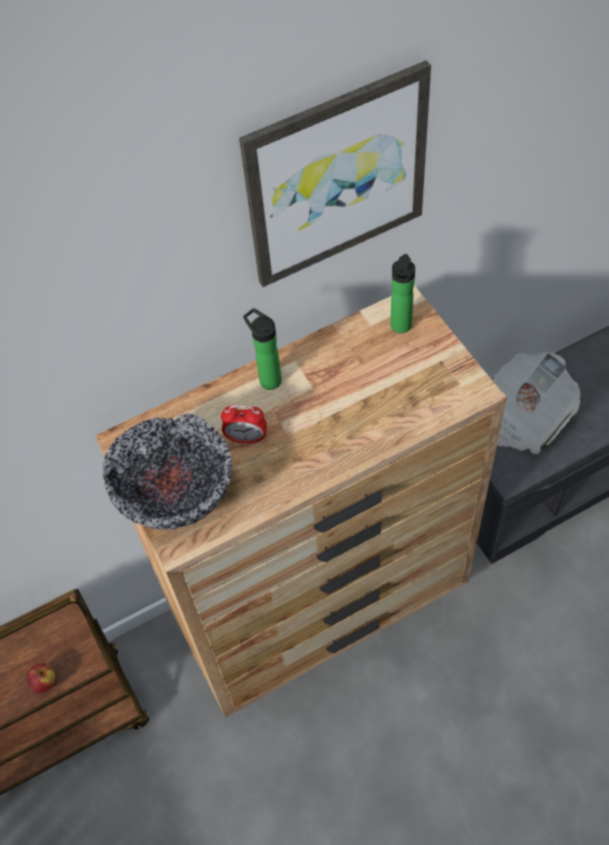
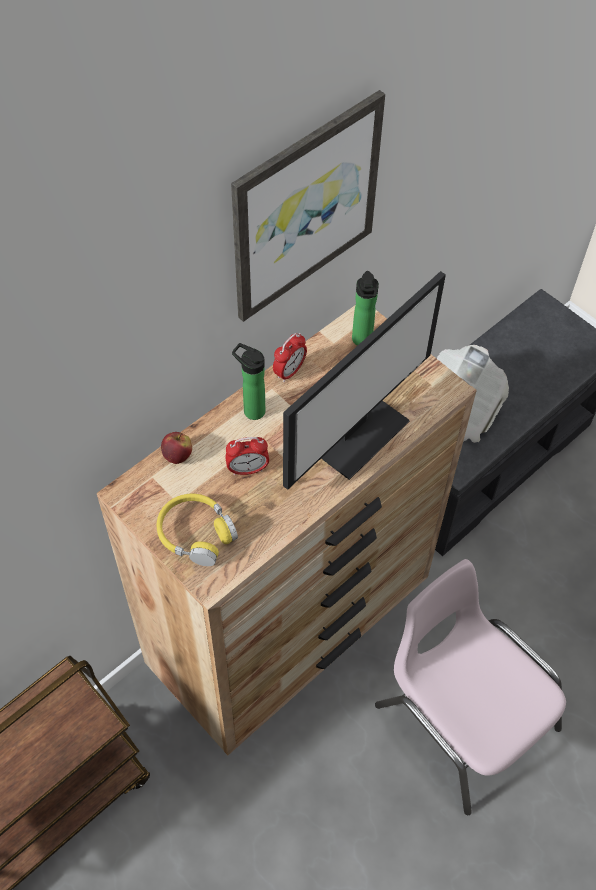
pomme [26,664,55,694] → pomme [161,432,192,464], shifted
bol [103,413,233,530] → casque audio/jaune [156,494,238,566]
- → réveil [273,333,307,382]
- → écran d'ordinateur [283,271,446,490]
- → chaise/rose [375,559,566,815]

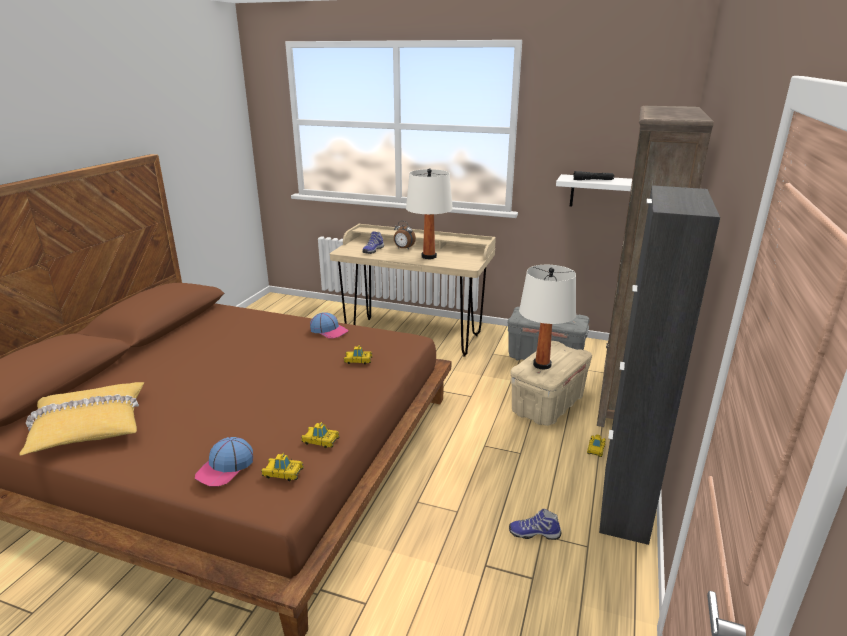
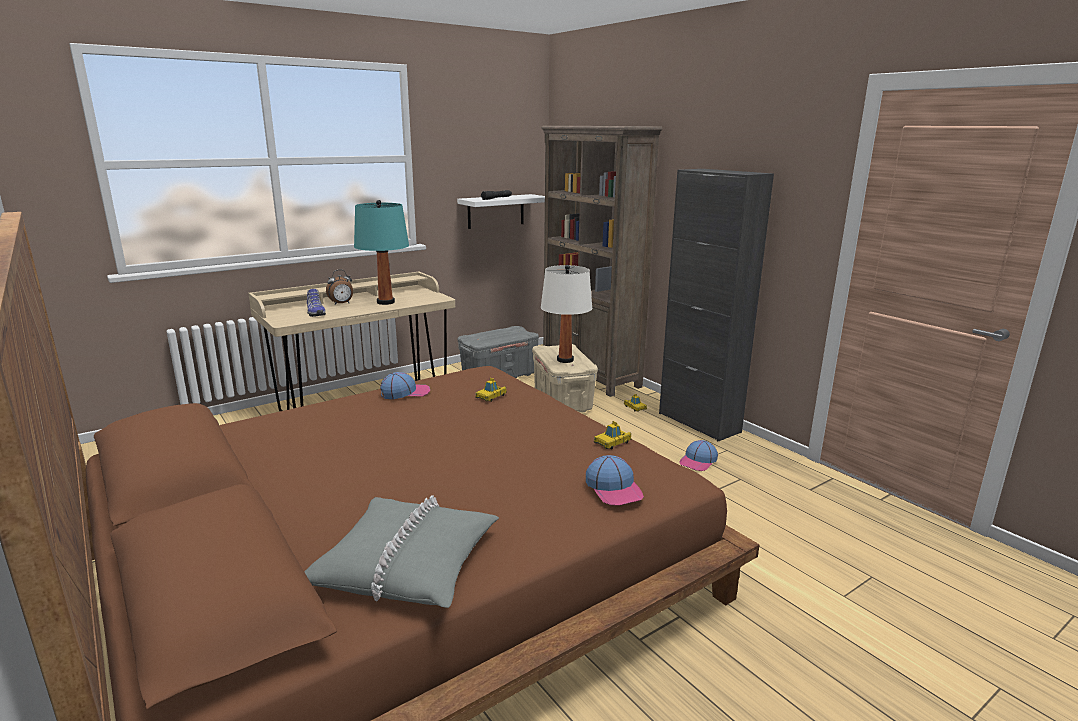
coussin/jaune [20,382,144,455] → coussin/gris [304,496,499,608]
petite voiture [261,453,304,481] → -
lampe de table/blanc [406,168,453,259] → lampe de table/turquoise [354,200,409,305]
chaussure [509,509,561,540] → casquette [679,440,718,471]

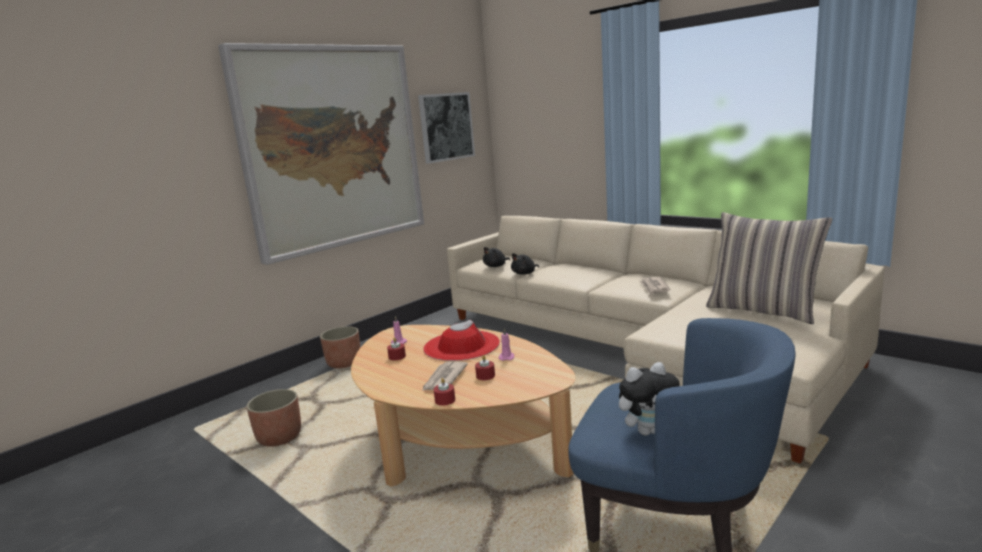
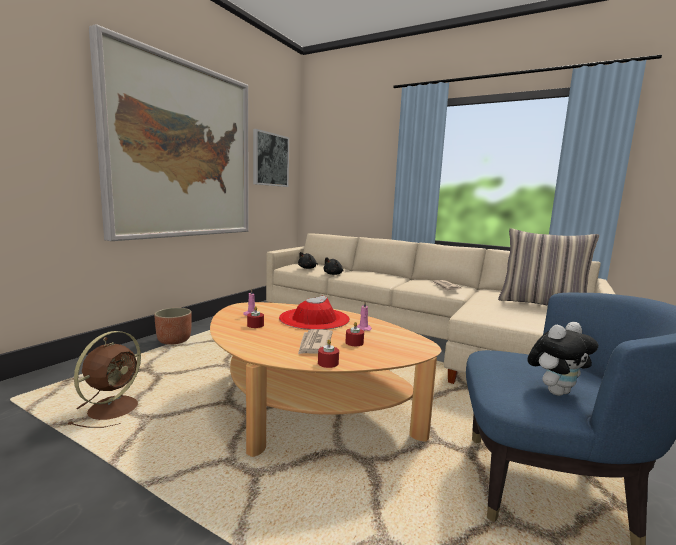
cache-pot [246,389,301,446] → ventilateur/marron [67,331,141,428]

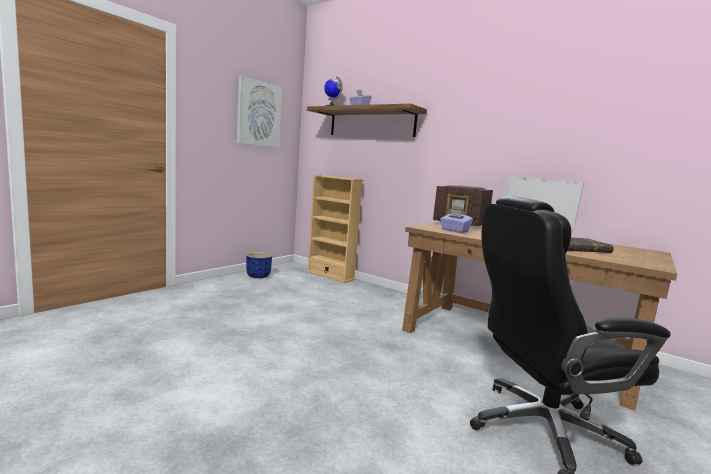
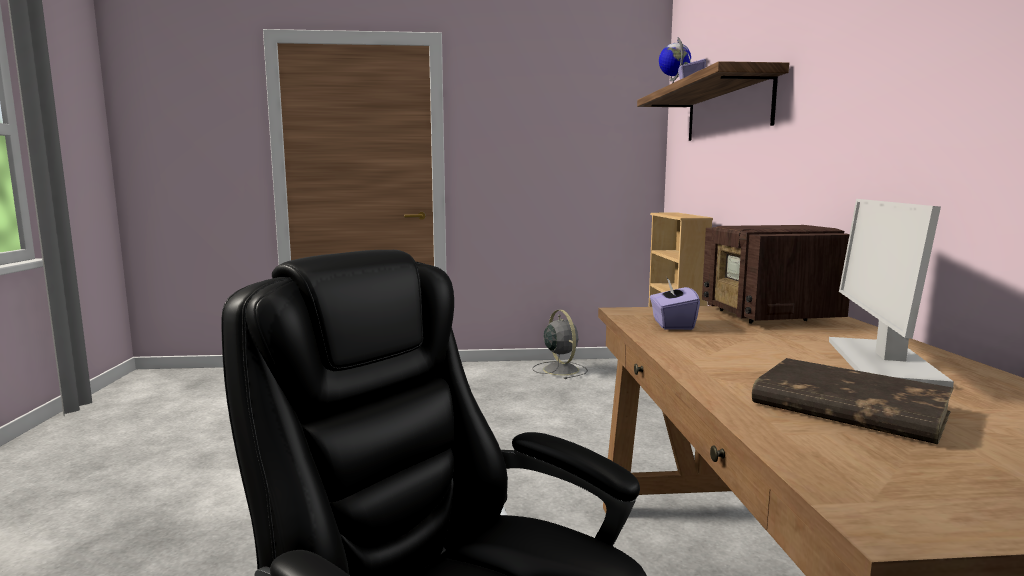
tableau [237,76,282,148] → -
cache-pot/bleu [246,252,272,278] → ventilateur/gris [532,310,588,379]

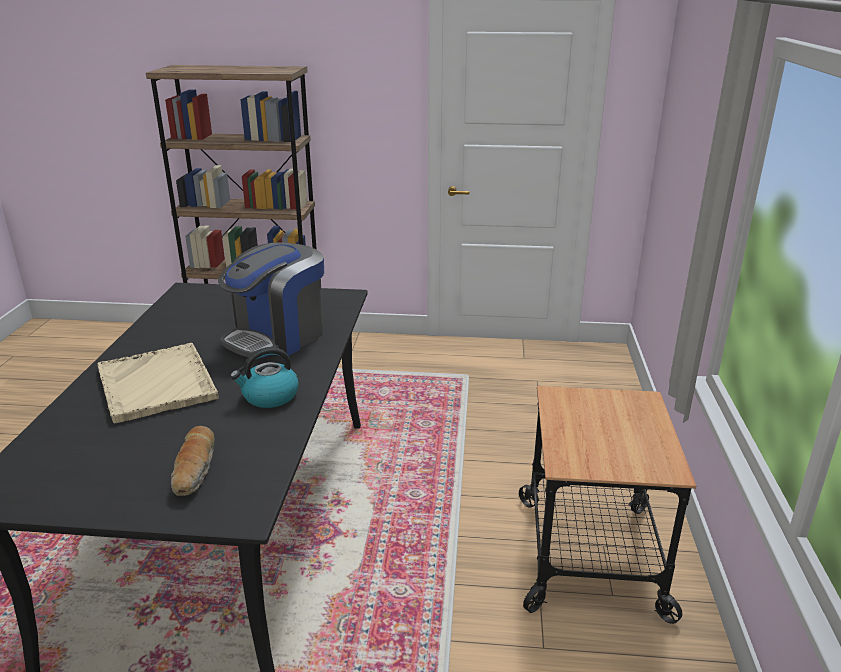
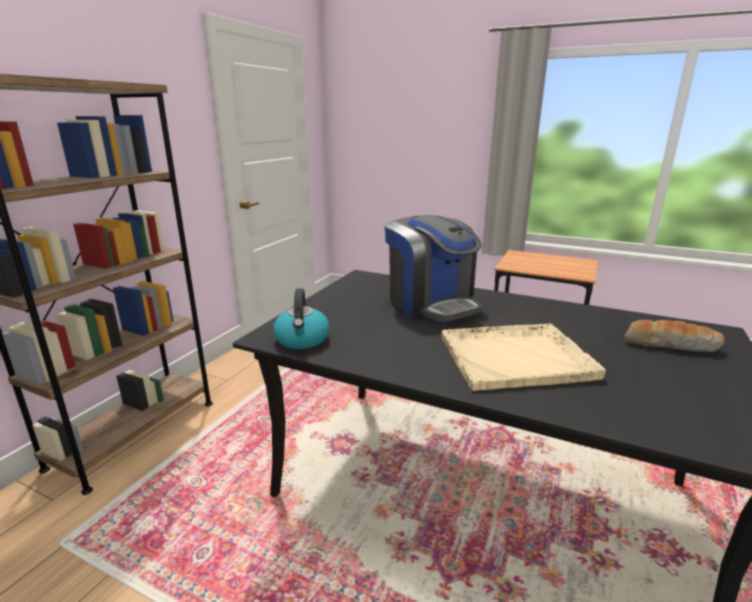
bouilloire [230,347,299,408] → bouilloire [273,289,330,349], shifted

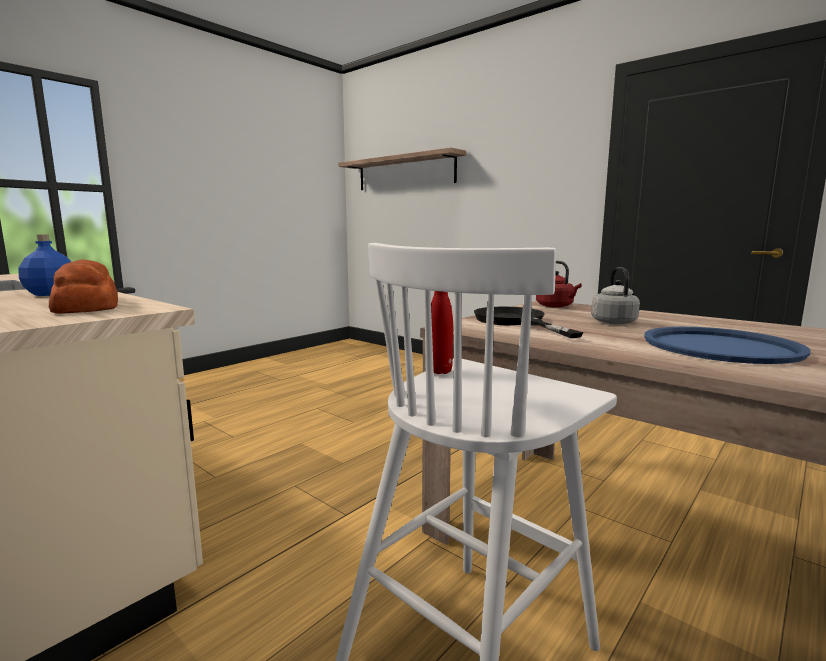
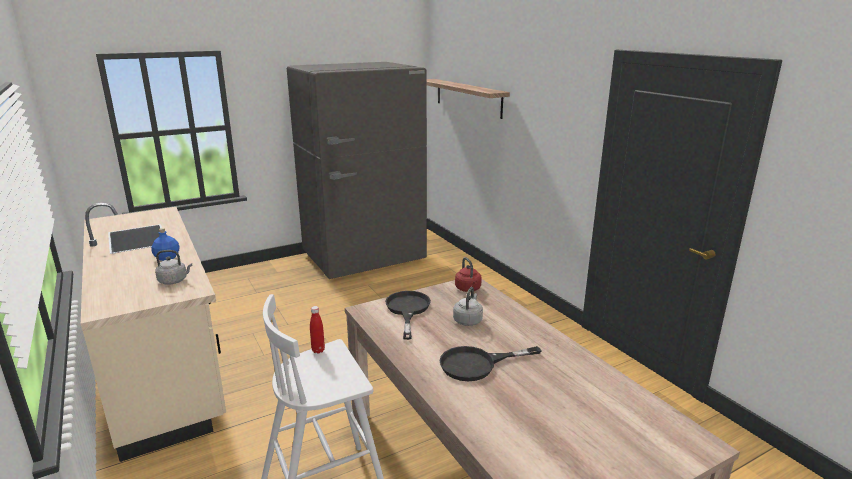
pain [49,259,118,314] → bouilloire/gris [155,250,192,285]
plateau/bleu [644,327,811,364] → poêle/noir [440,346,541,381]
- → réfrigérateur/gris [287,62,427,279]

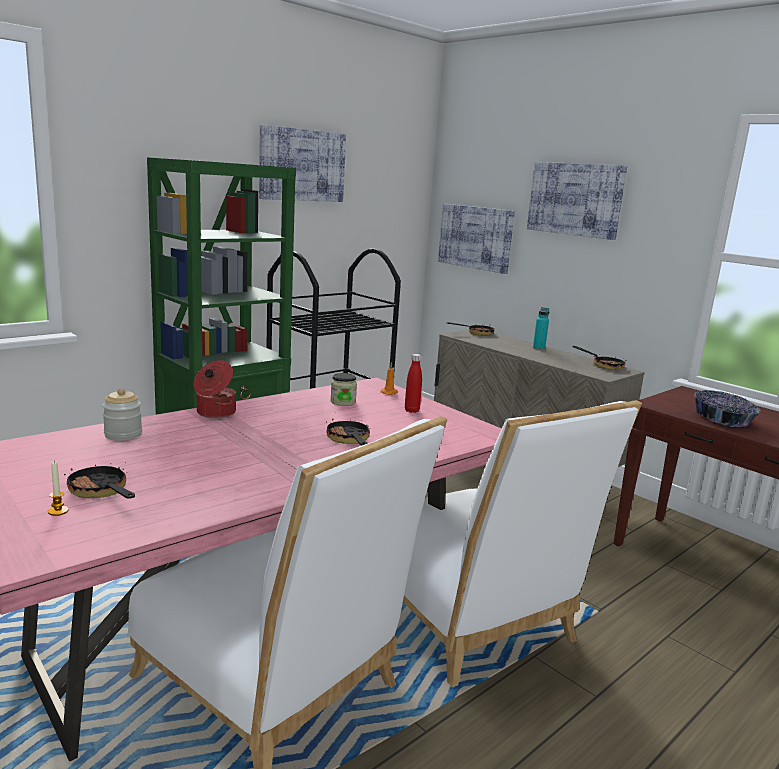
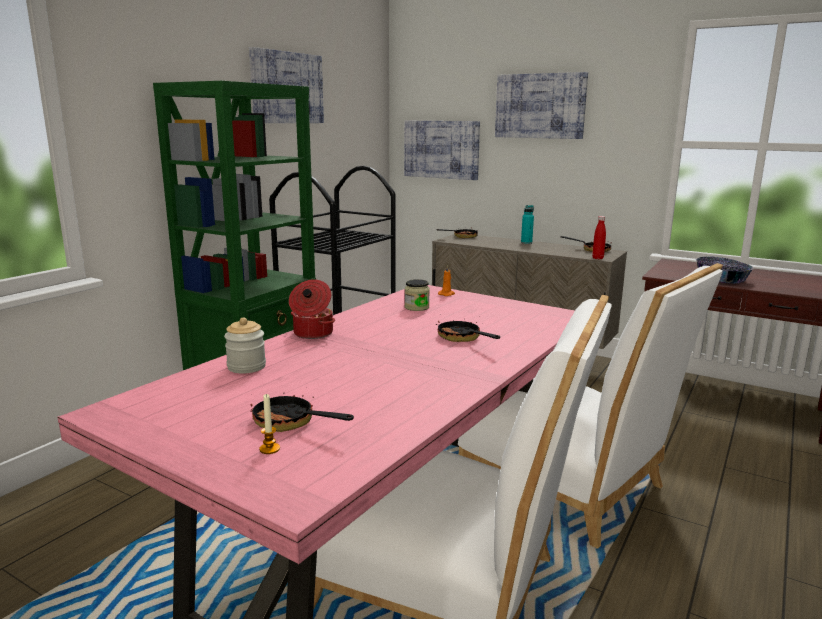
bouteille/rouge [405,354,422,413] → bouteille/rouge [592,216,606,259], shifted

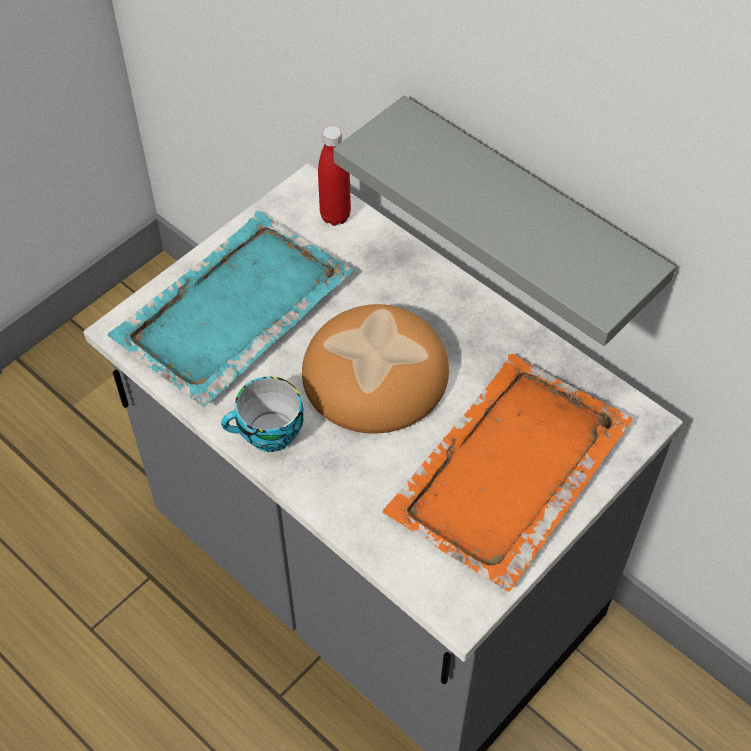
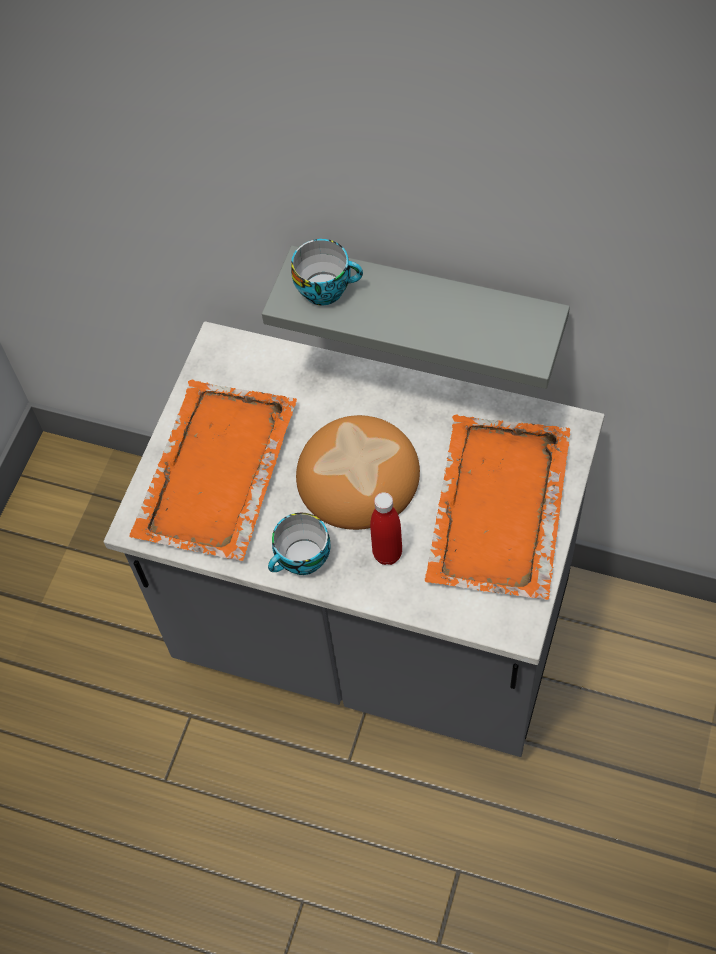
plateau/turquoise [107,211,353,406] → plateau/orange [129,380,297,561]
bouteille/rouge [318,126,351,226] → bouteille/rouge [370,492,402,565], shifted
- → tasse [291,239,363,305]

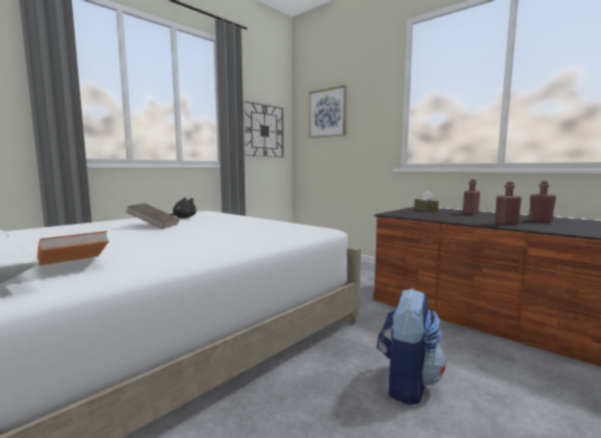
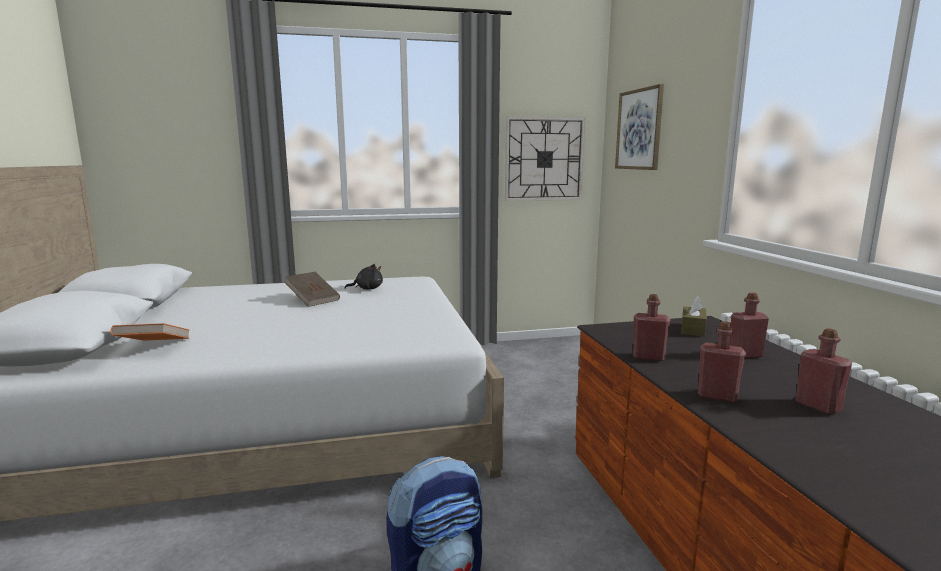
- → bouteille/rouge [633,294,670,361]

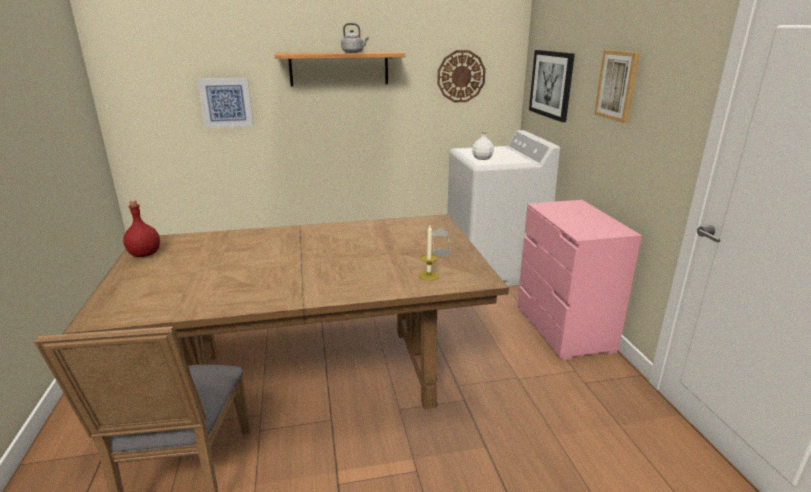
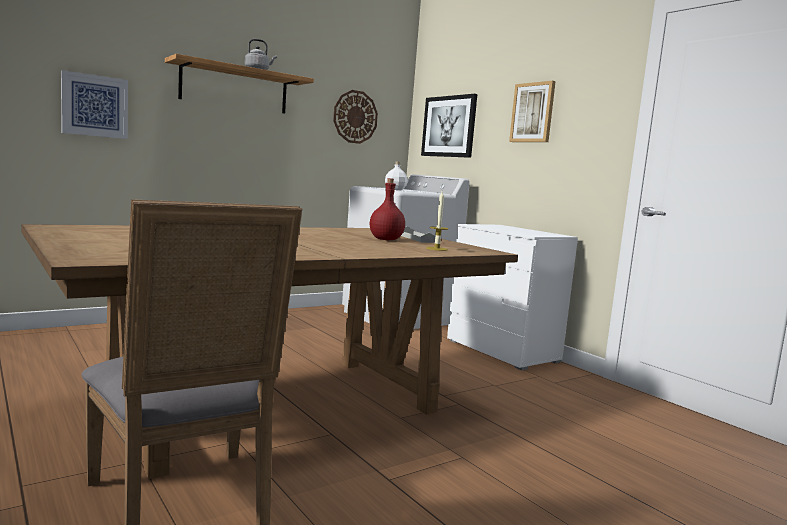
bouteille/rouge [123,200,160,257] → bouteille/rouge [370,178,405,240], shifted
commode/rose [517,200,642,360] → commode/blanc [447,224,578,370]

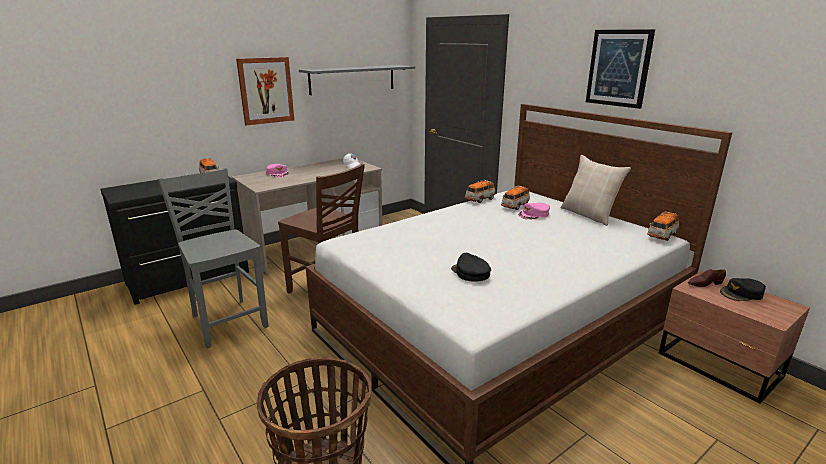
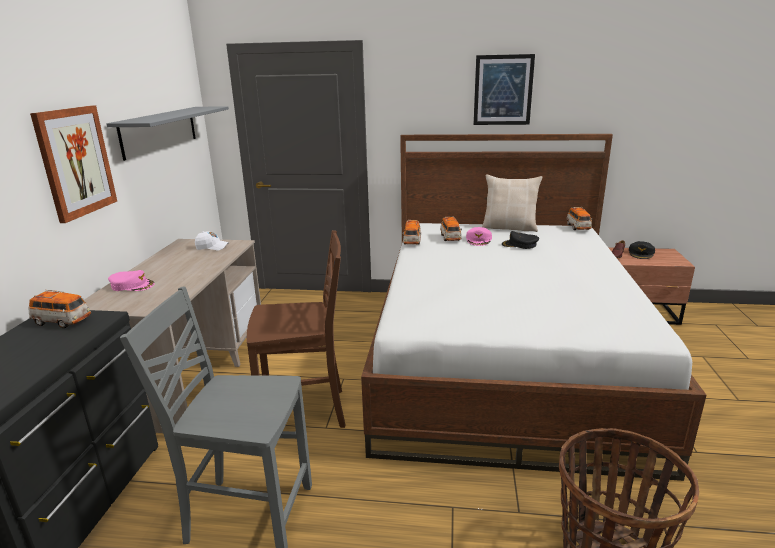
casquette/noir [451,253,491,282] → casquette/noir [502,231,539,249], shifted

